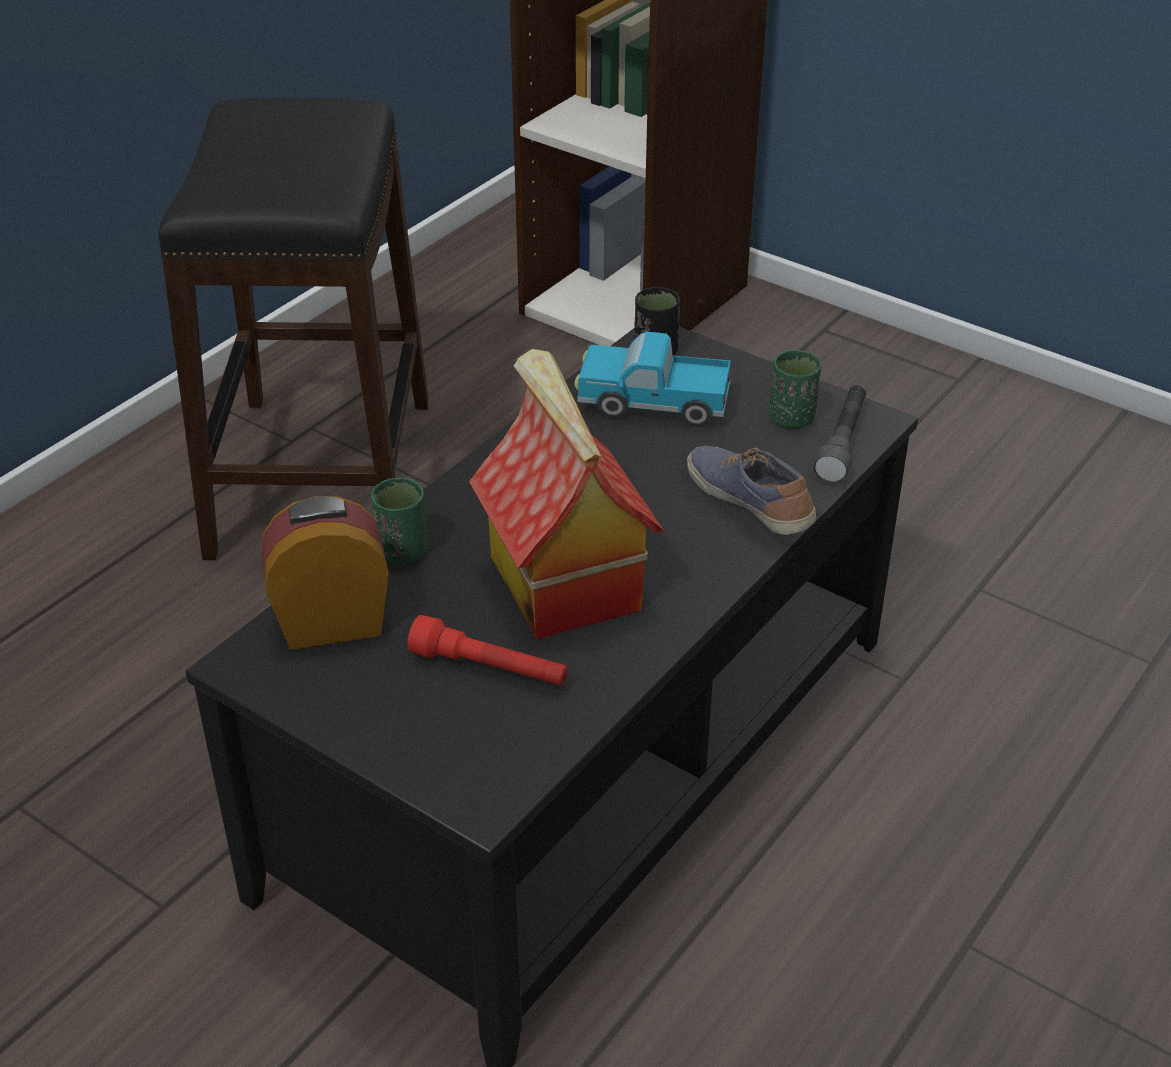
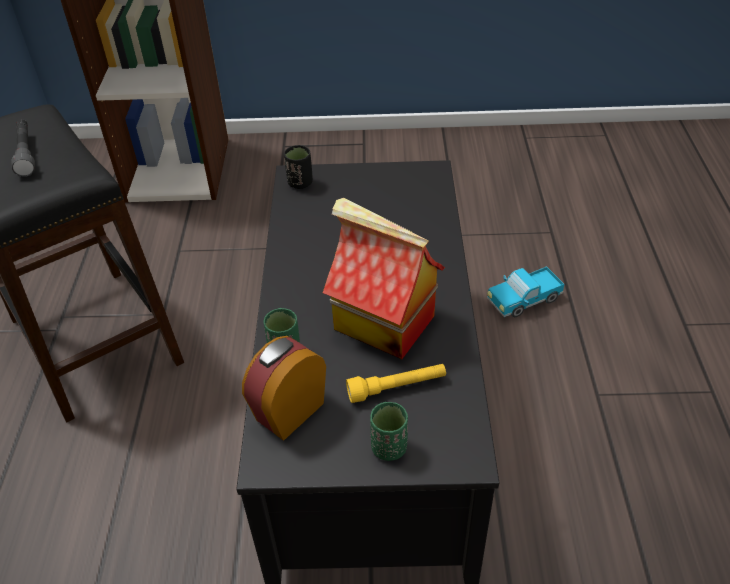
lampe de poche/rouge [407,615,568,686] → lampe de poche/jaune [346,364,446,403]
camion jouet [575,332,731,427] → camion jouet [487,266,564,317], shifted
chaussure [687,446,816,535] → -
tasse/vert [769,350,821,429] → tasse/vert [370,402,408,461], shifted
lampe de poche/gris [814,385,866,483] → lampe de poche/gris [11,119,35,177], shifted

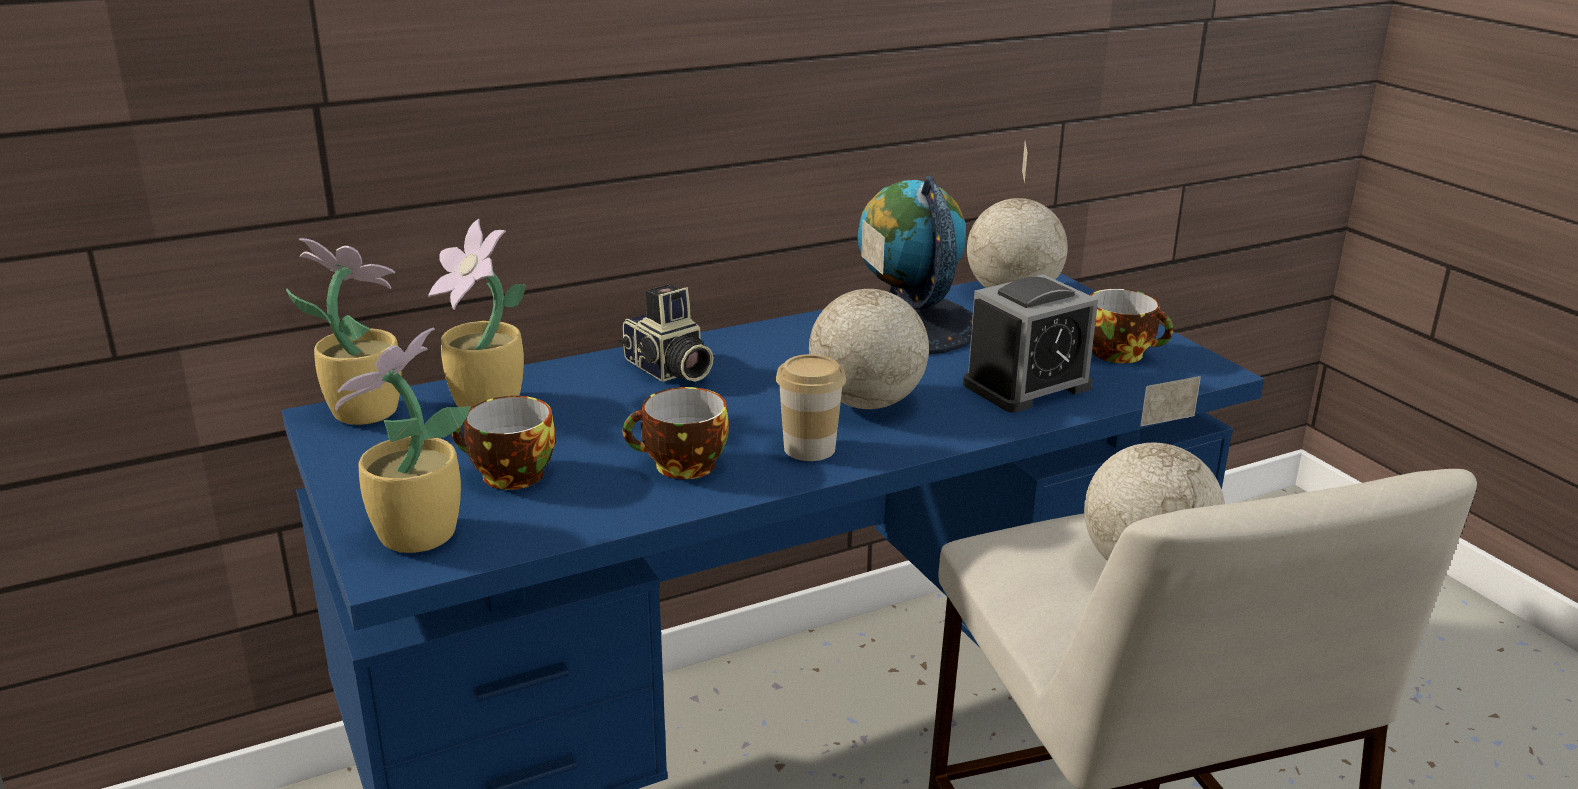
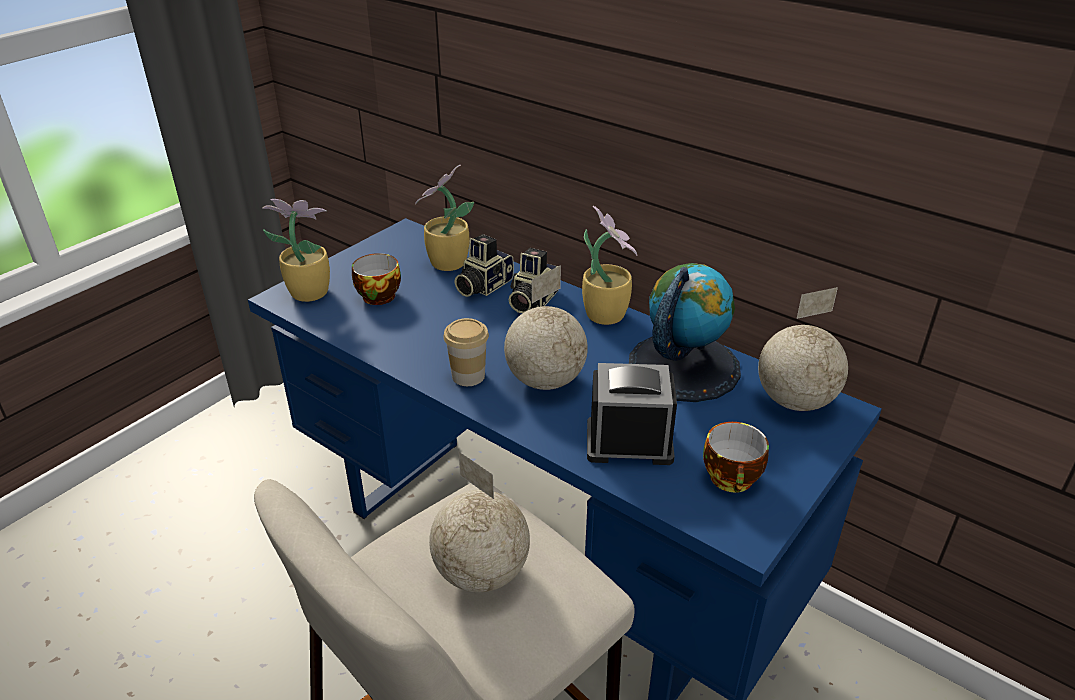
plante en pot [286,238,401,425] → plante en pot [582,206,638,325], shifted
tasse [623,387,729,479] → -
réveil [963,274,1098,412] → réveil [587,363,677,465], 150 degrees clockwise
- → appareil photo [454,234,514,297]

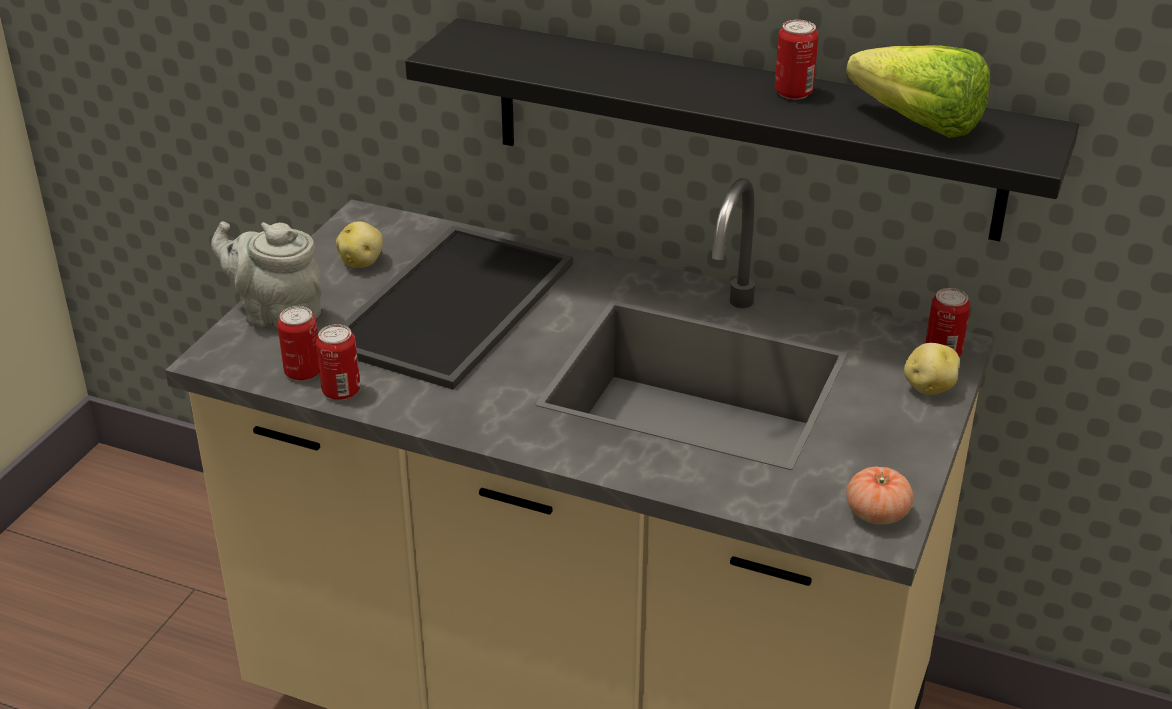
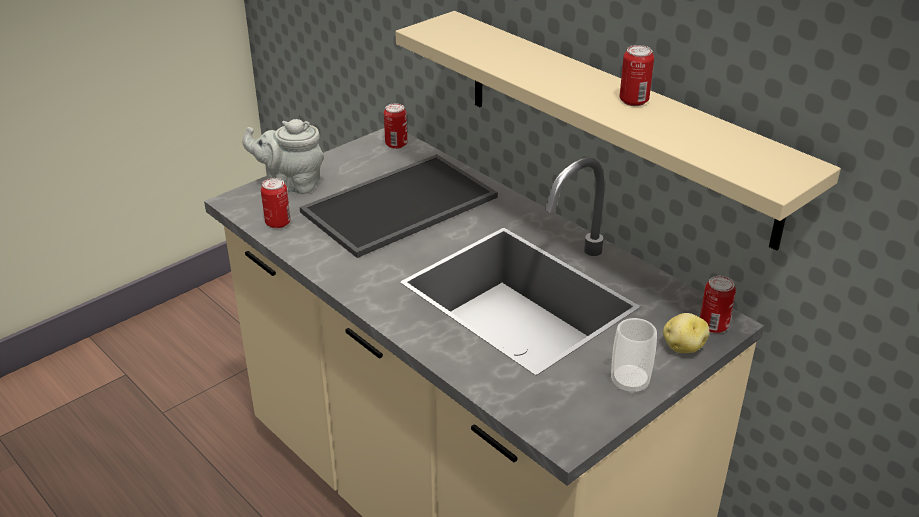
théière/gris [211,221,322,332] → théière/gris [243,119,324,194], 45 degrees counterclockwise
boîte métallique [316,324,360,401] → boîte métallique [384,103,407,149], shifted
pomme de terre [336,221,383,268] → -
étagère/noir [405,18,1079,241] → étagère/beige [395,11,841,251]
laitue [846,45,990,138] → -
tomate [846,467,914,525] → -
- → tasse [611,318,657,395]

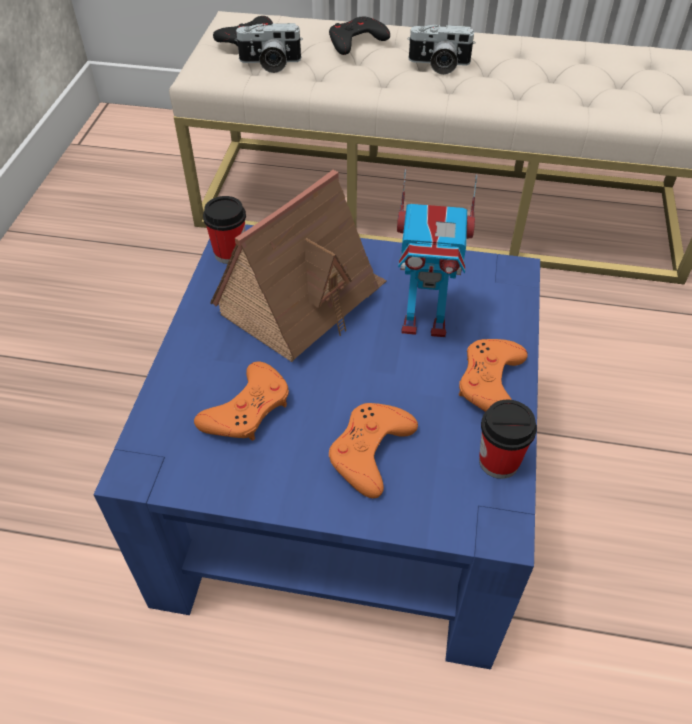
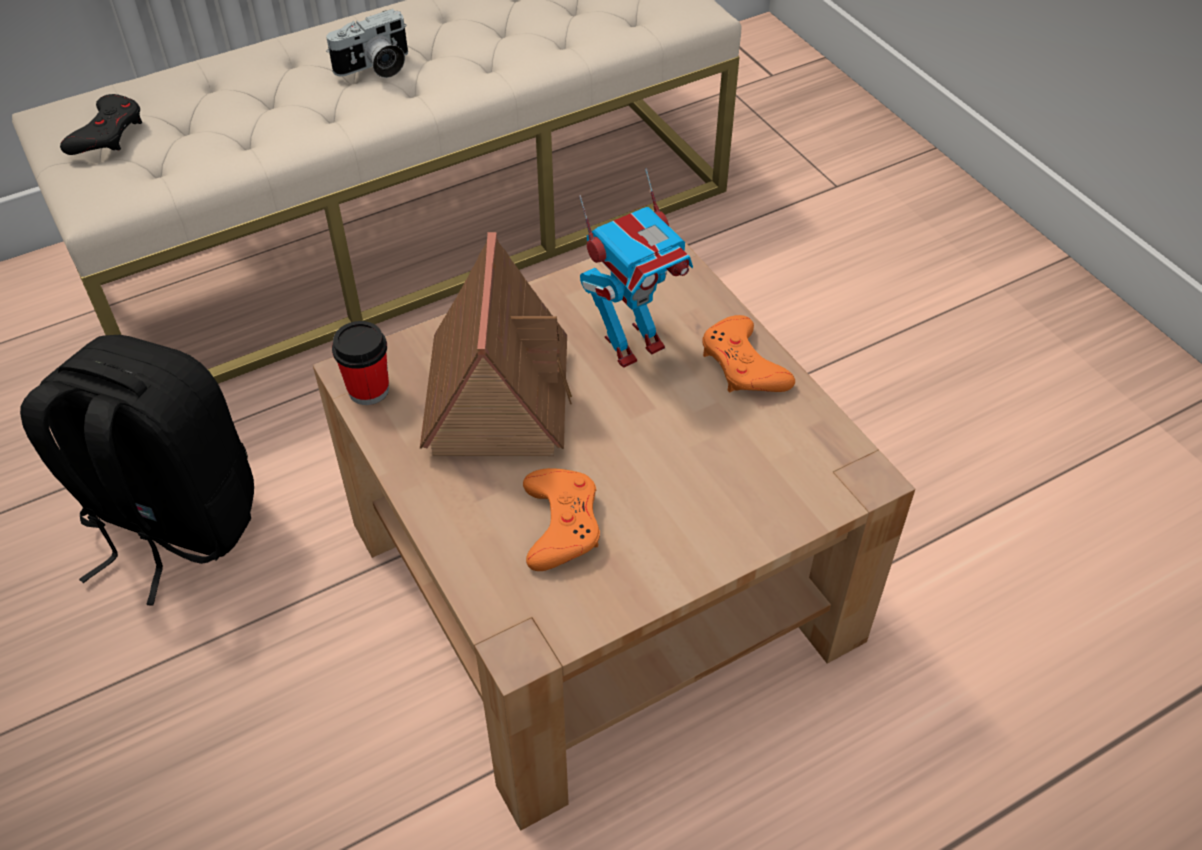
table basse/bleu [94,224,540,669] → table basse/marron [313,228,915,831]
appareil photo [235,23,303,73] → -
manette/noir [329,16,390,55] → -
manette/orange [329,403,418,498] → -
tasse [479,400,537,479] → -
- → sac à dos/noir [20,335,254,606]

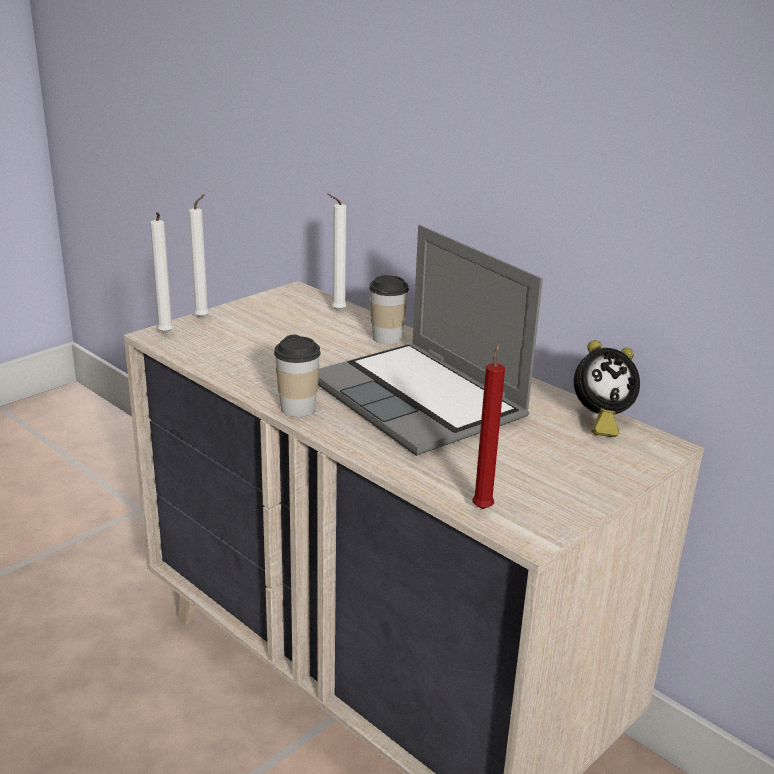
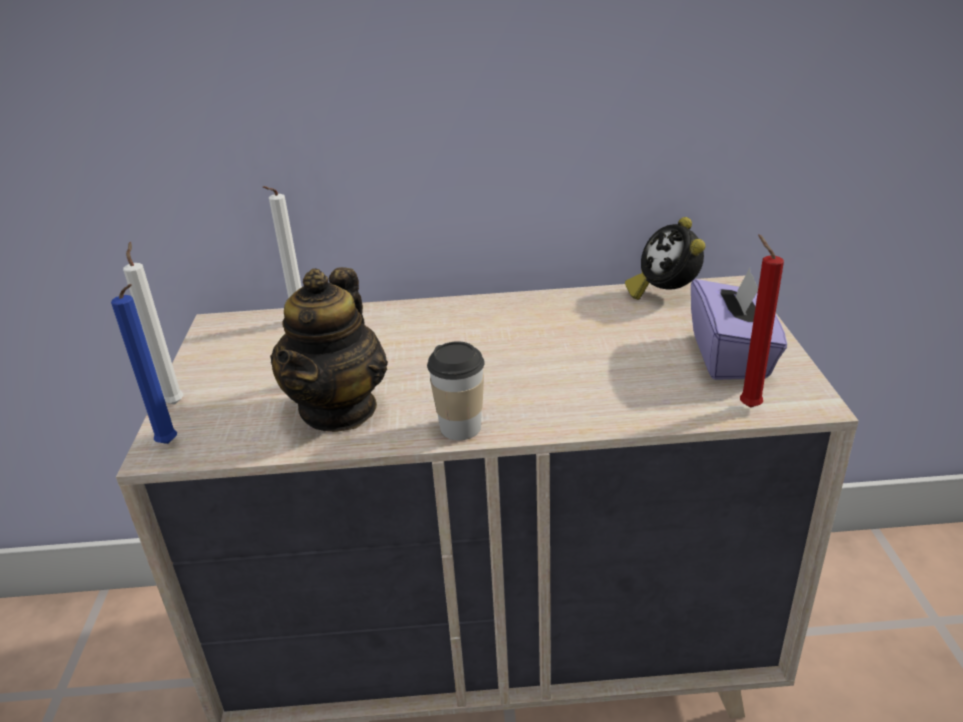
bougie/blanc [150,212,174,333] → bougie/bleu [111,284,177,444]
ordinateur portable [318,225,543,456] → -
tasse [369,275,409,345] → -
réveil [574,340,640,437] → réveil [625,217,705,300], 135 degrees clockwise
- → théière [270,267,388,432]
- → boîte à mouchoirs/violet [691,268,787,380]

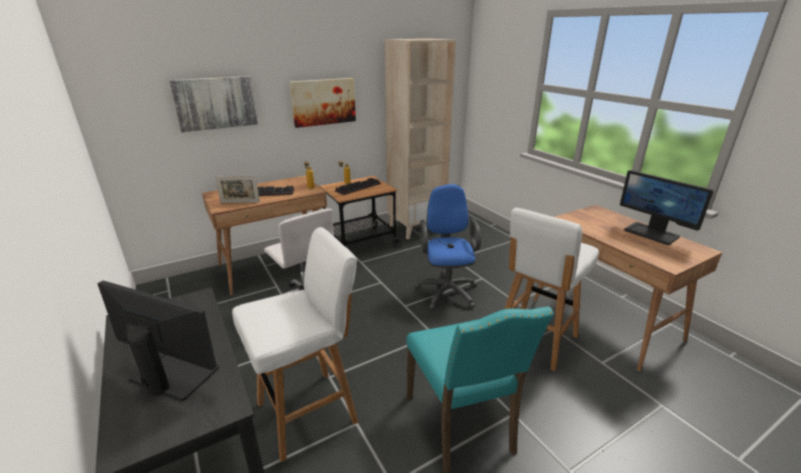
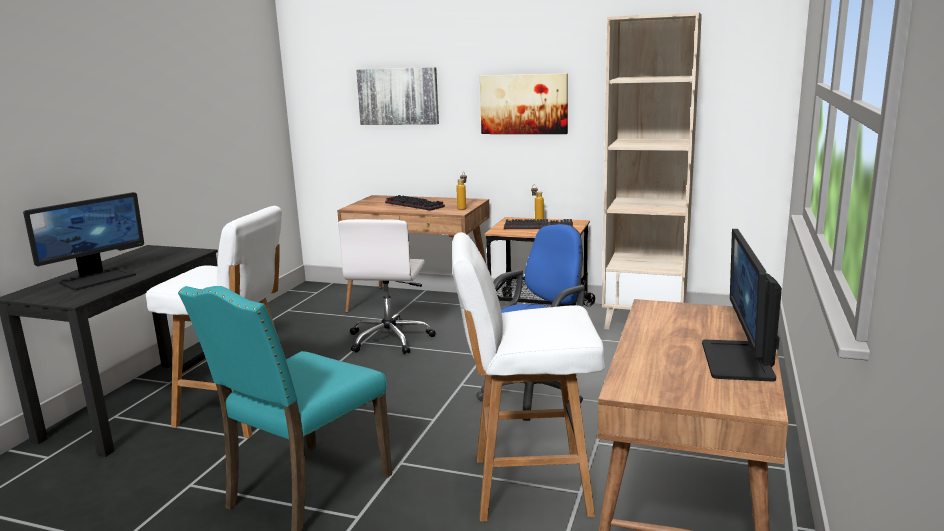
écran d'ordinateur [98,281,219,401] → écran d'ordinateur [23,192,144,291], 60 degrees clockwise
cadre photo [215,176,260,203] → -

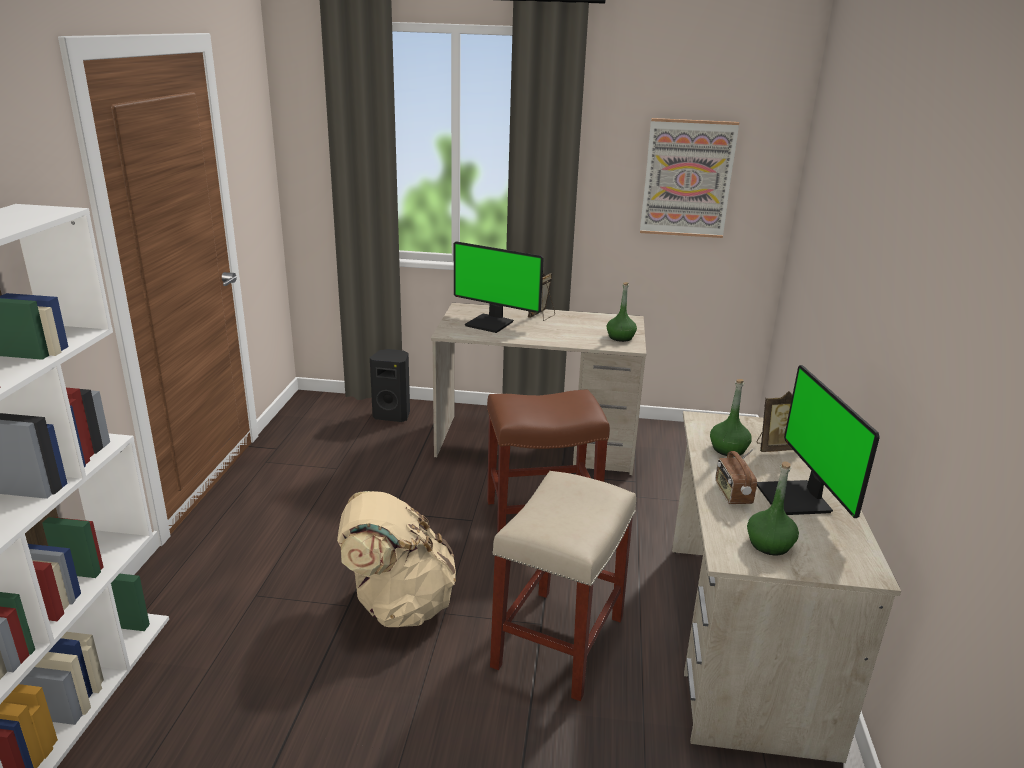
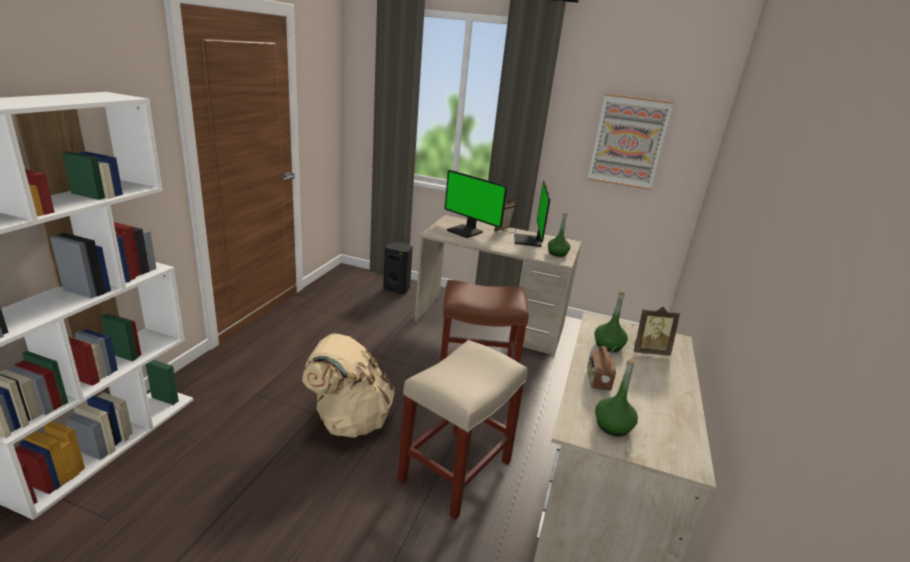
écran d'ordinateur [757,365,880,518] → écran d'ordinateur [514,180,550,247], shifted

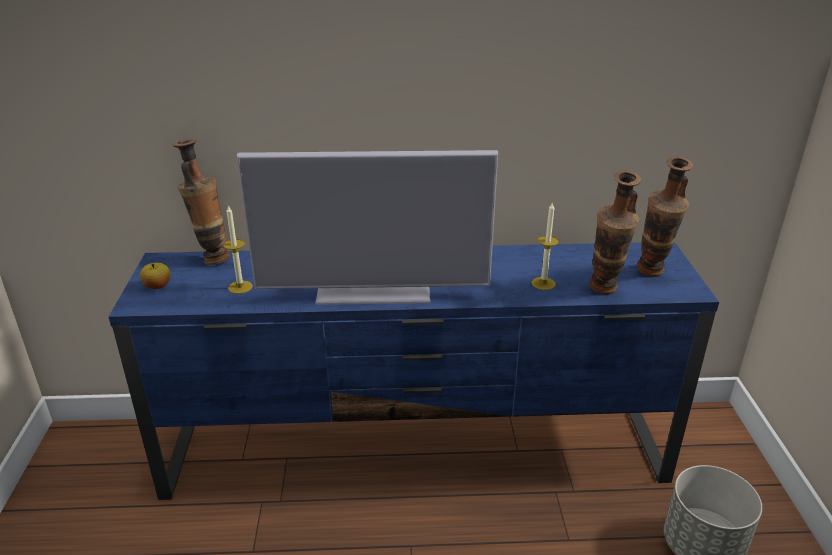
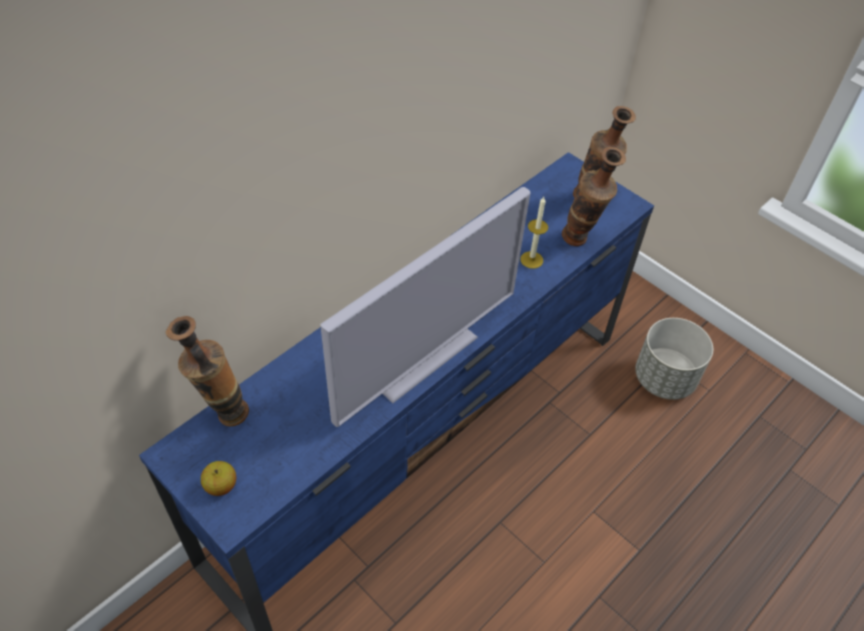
bougie [223,205,253,294] → -

